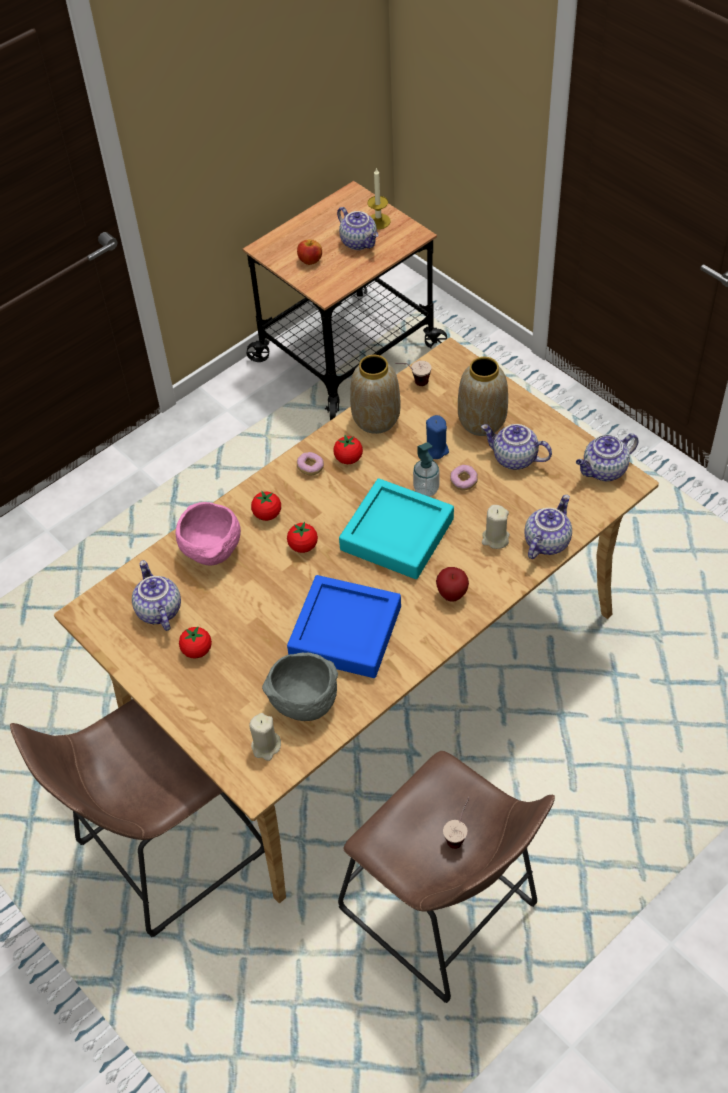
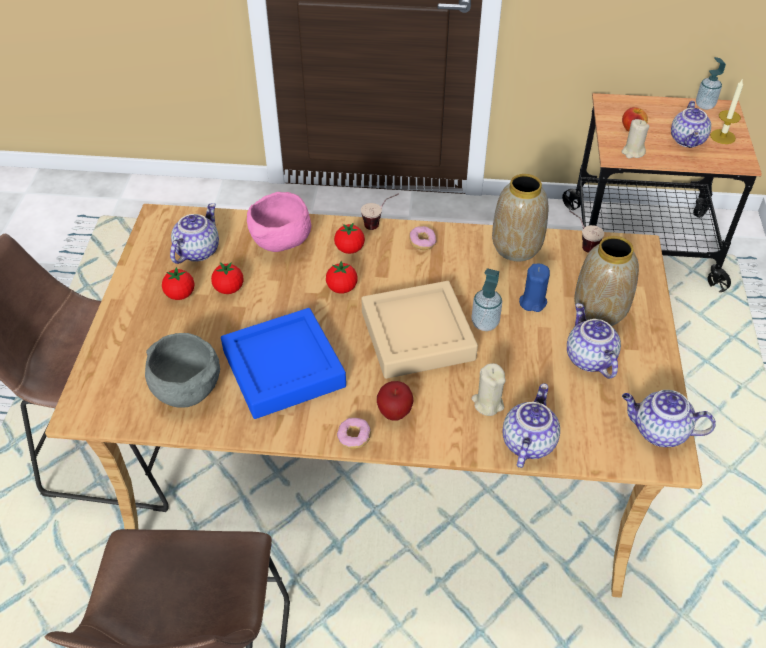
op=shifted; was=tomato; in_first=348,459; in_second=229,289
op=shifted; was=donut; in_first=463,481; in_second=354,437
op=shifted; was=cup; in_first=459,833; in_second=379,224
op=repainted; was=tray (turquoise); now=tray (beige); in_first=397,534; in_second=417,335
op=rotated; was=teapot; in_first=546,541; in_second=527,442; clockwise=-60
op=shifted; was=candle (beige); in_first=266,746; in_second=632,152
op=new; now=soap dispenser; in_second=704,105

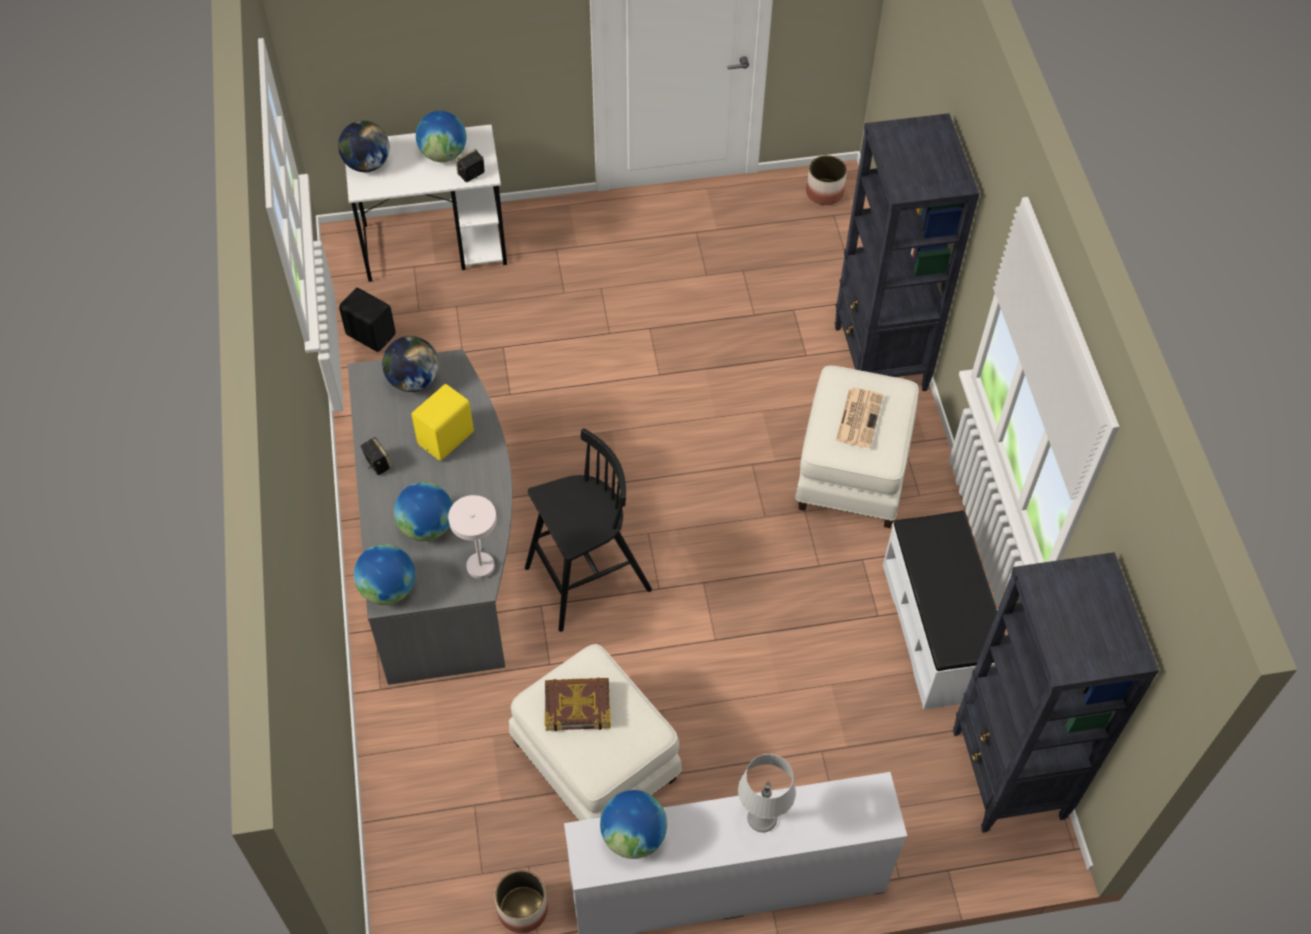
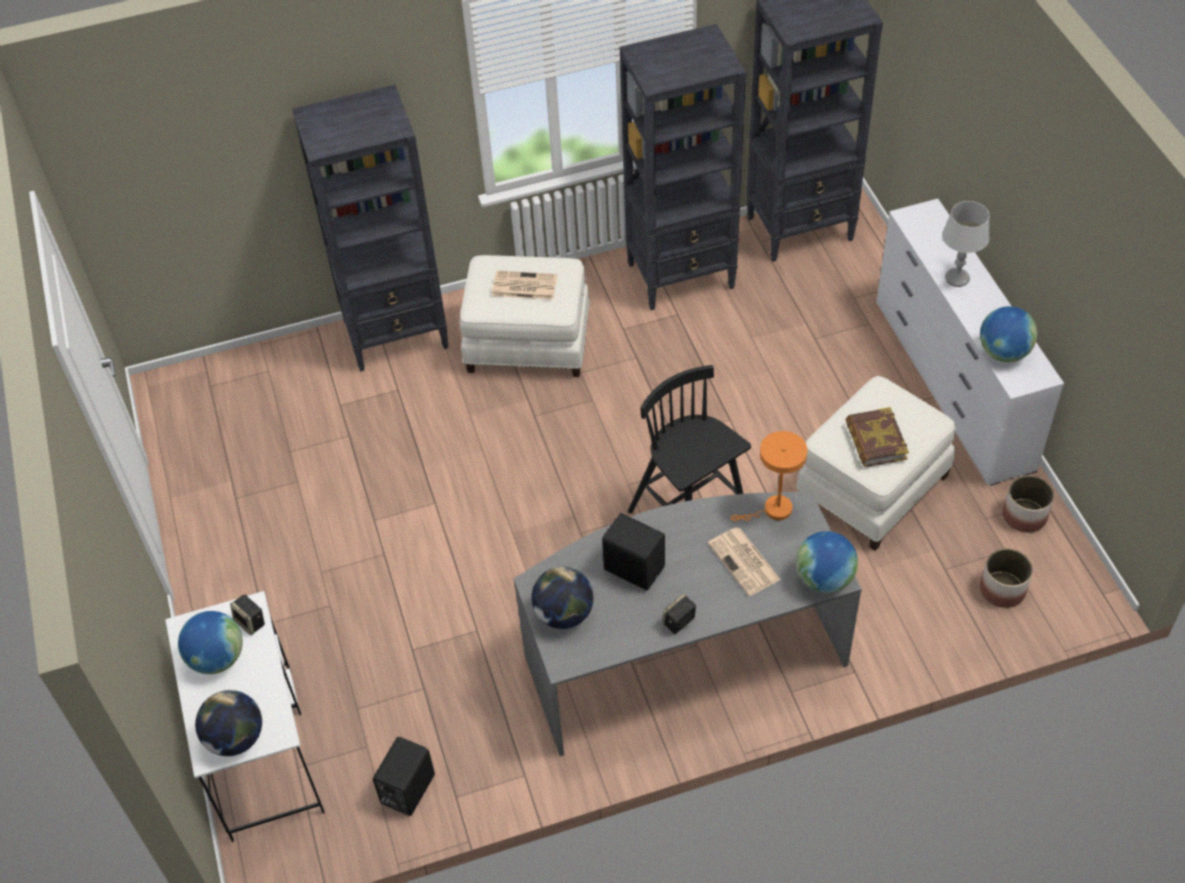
op=repainted; was=speaker (yellow); now=speaker (black); in_first=447,438; in_second=634,567
op=swapped; was=bench (white); now=bookcase (black); in_first=938,630; in_second=682,276
op=swapped; was=globe; now=newspaper; in_first=426,527; in_second=745,562
op=repainted; was=table lamp (white); now=table lamp (orange); in_first=480,562; in_second=773,510
op=shifted; was=planter; in_first=824,192; in_second=1003,589

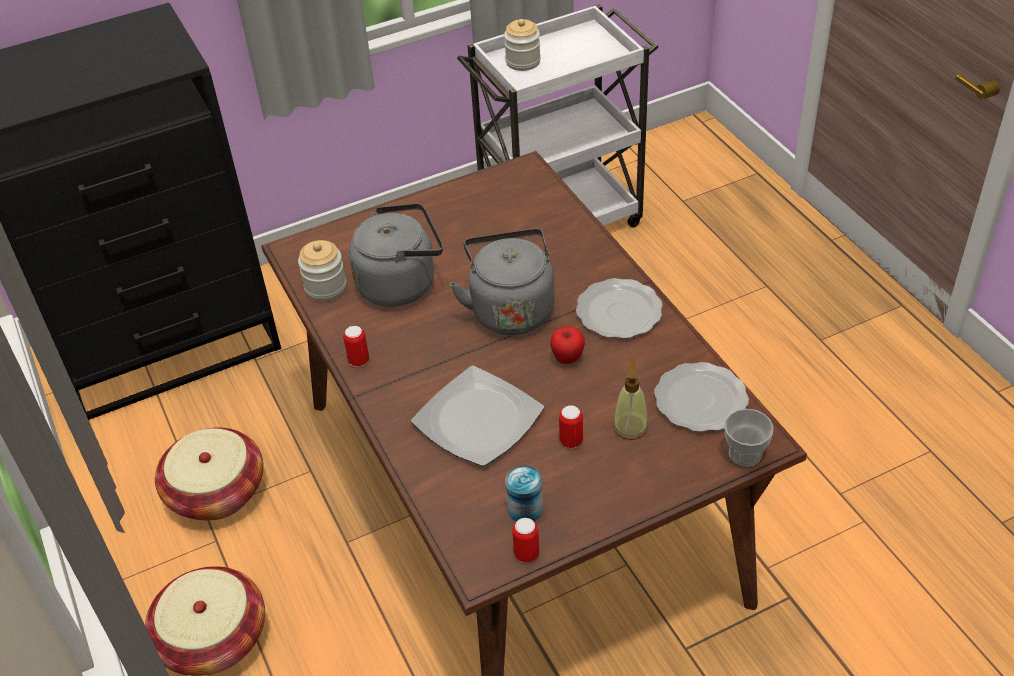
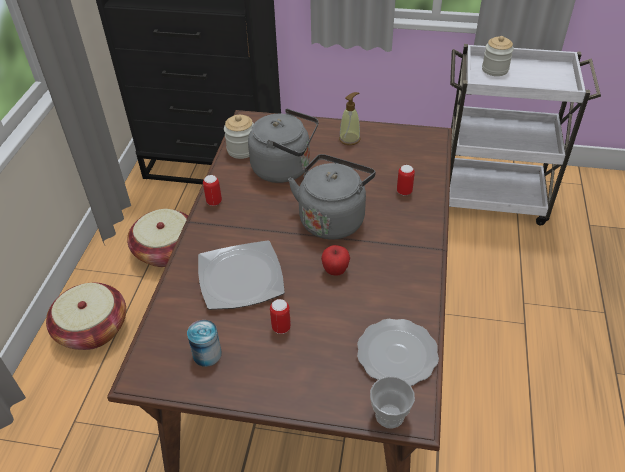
op=shifted; was=soap dispenser; in_first=630,427; in_second=349,139
op=shifted; was=can; in_first=526,554; in_second=404,191
op=gone; was=plate; in_first=619,310

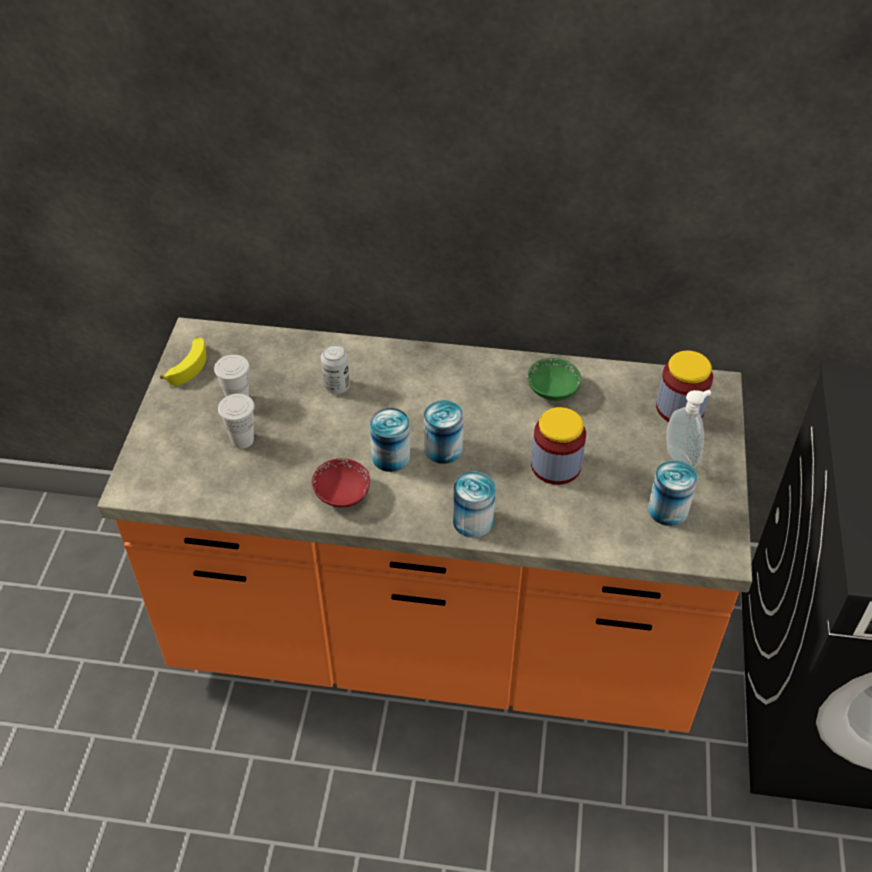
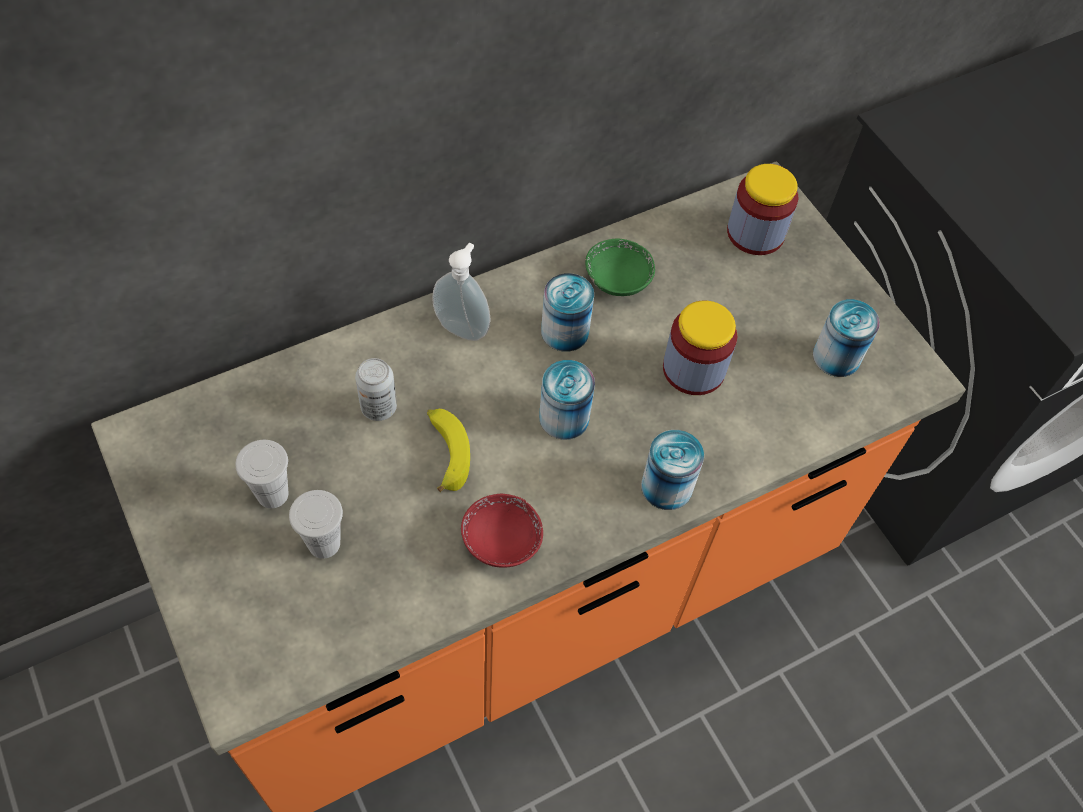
op=shifted; was=banana; in_first=188,365; in_second=446,452
op=shifted; was=soap dispenser; in_first=682,457; in_second=463,327
op=shifted; was=can; in_first=391,457; in_second=565,331

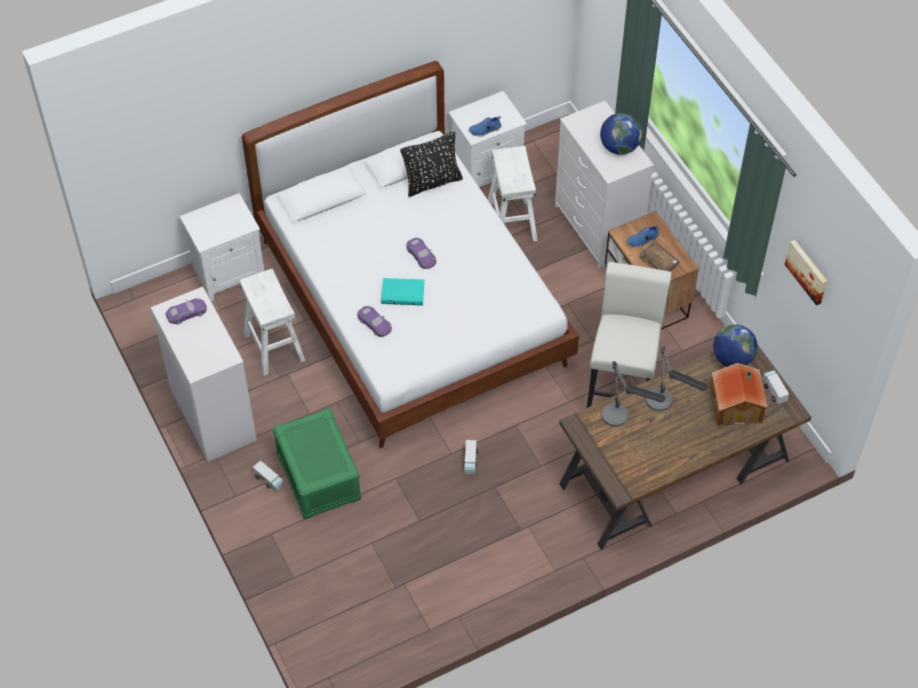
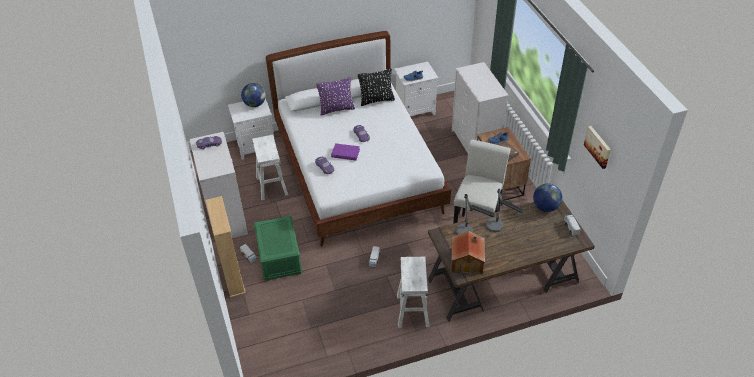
op=new; now=bookcase (beige); in_second=233,277
op=shifted; was=globe; in_first=619,147; in_second=255,104
op=new; now=pillow (purple); in_second=336,109
op=repainted; was=book (turquoise); now=book (purple); in_first=403,292; in_second=346,153
op=shifted; was=stool (white); in_first=512,222; in_second=413,310
op=shifted; was=toy house; in_first=736,404; in_second=467,260

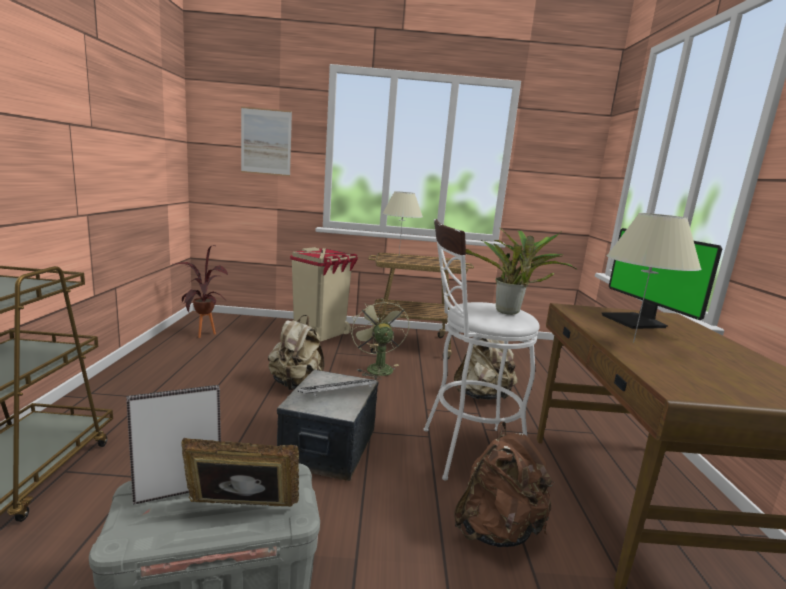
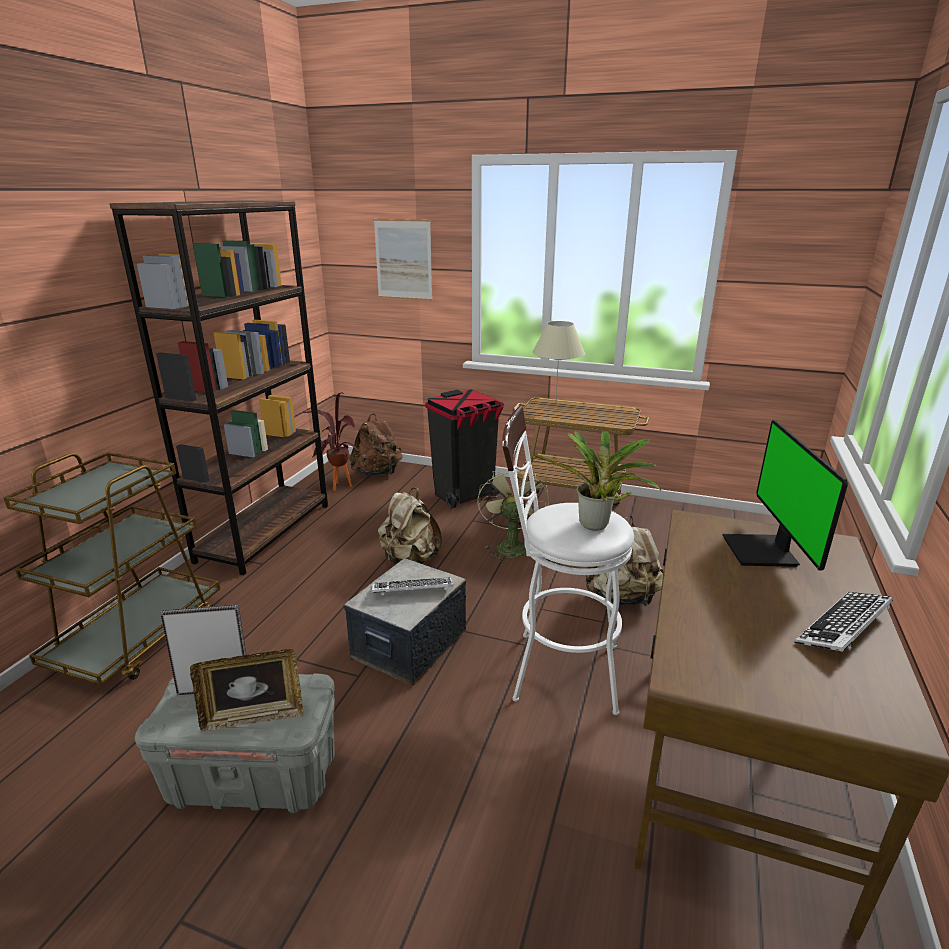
op=new; now=bookcase (brown); in_second=265,532
op=rotated; was=picture frame; in_first=241,511; in_second=254,716; clockwise=150
op=shifted; was=backpack (brown); in_first=497,530; in_second=378,473
op=repainted; was=trash can (beige); now=trash can (black); in_first=320,336; in_second=465,495
op=new; now=keyboard; in_second=843,628
op=gone; was=table lamp (beige); in_first=633,342

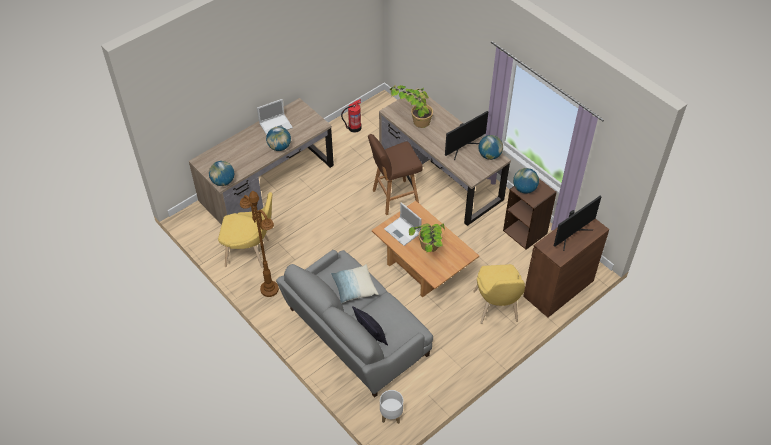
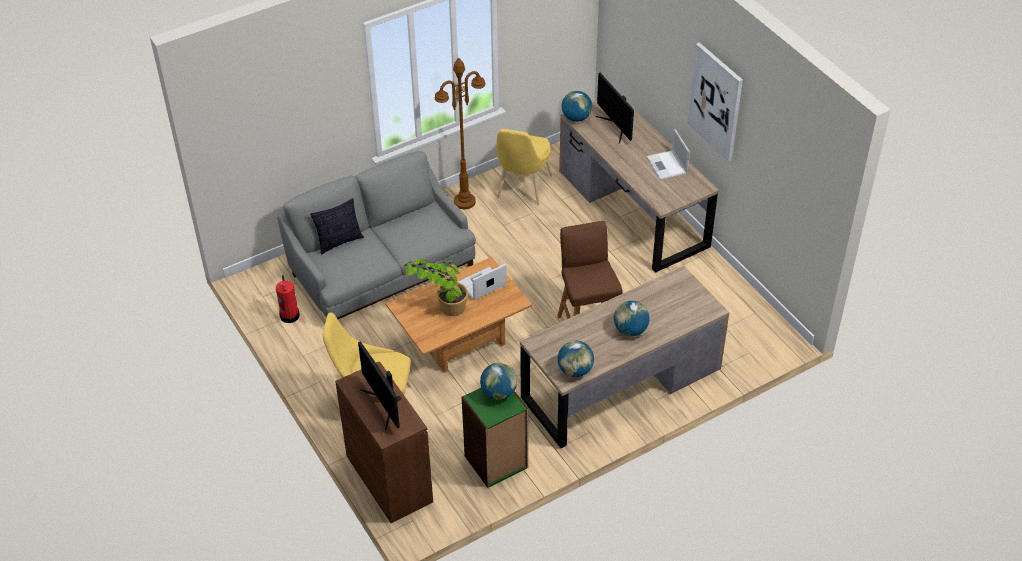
op=shifted; was=fire extinguisher; in_first=354,127; in_second=290,315
op=repainted; was=bookcase (brown); now=bookcase (green); in_first=525,232; in_second=496,462
op=shifted; was=monitor; in_first=463,147; in_second=616,126
op=shifted; was=globe; in_first=279,147; in_second=630,330
op=new; now=picture; in_second=716,101
op=gone; was=pillow; in_first=354,288
op=gone; was=planter (white); in_first=391,415
op=gone; was=potted plant; in_first=413,119

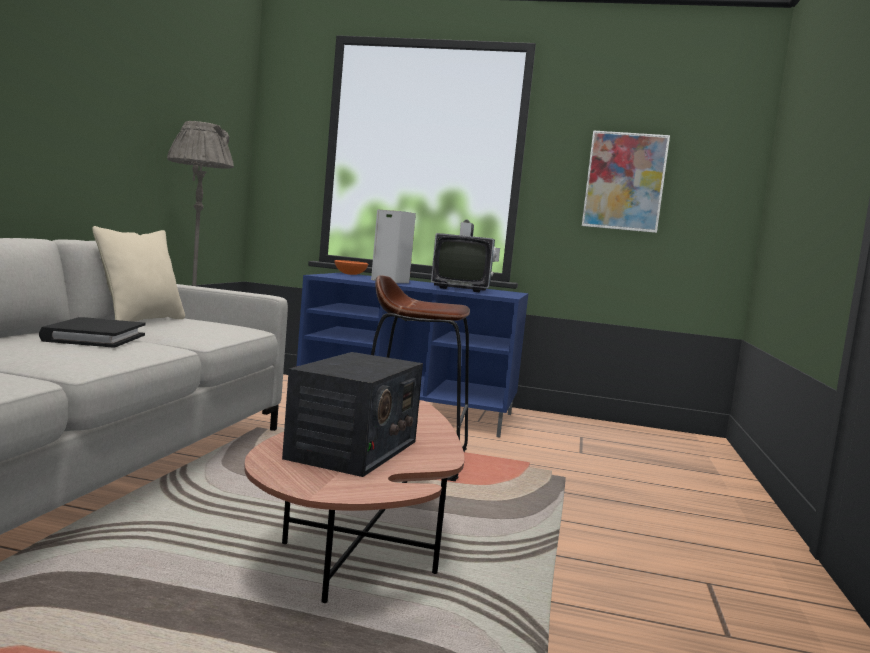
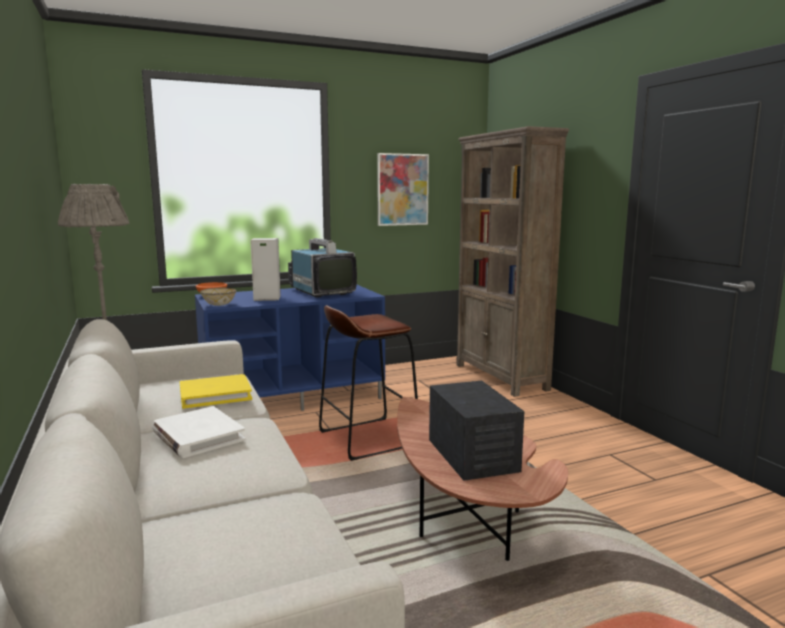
op=repainted; was=book (black); now=book (white); in_first=94,338; in_second=198,436
op=new; now=book (yellow); in_second=215,395
op=new; now=bowl; in_second=219,304
op=new; now=bookcase (brown); in_second=500,377
op=gone; was=pillow (beige); in_first=141,320

